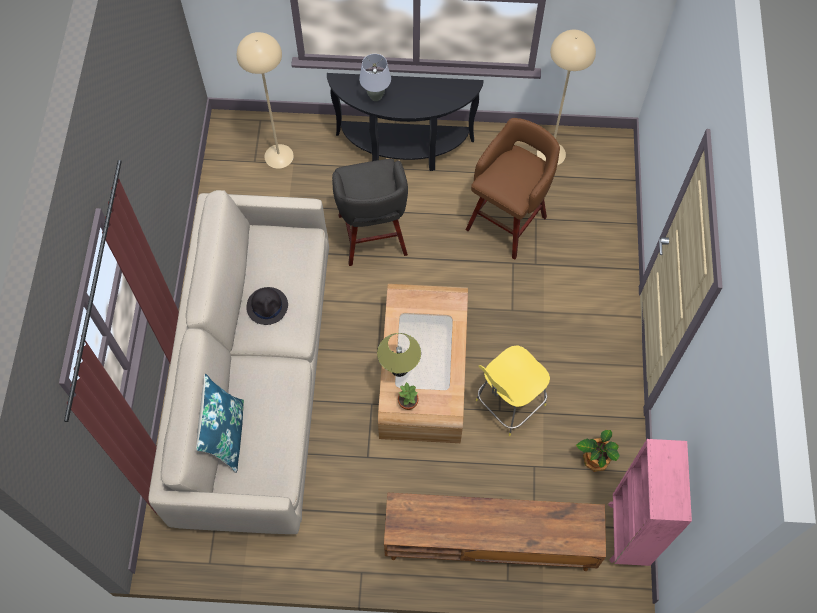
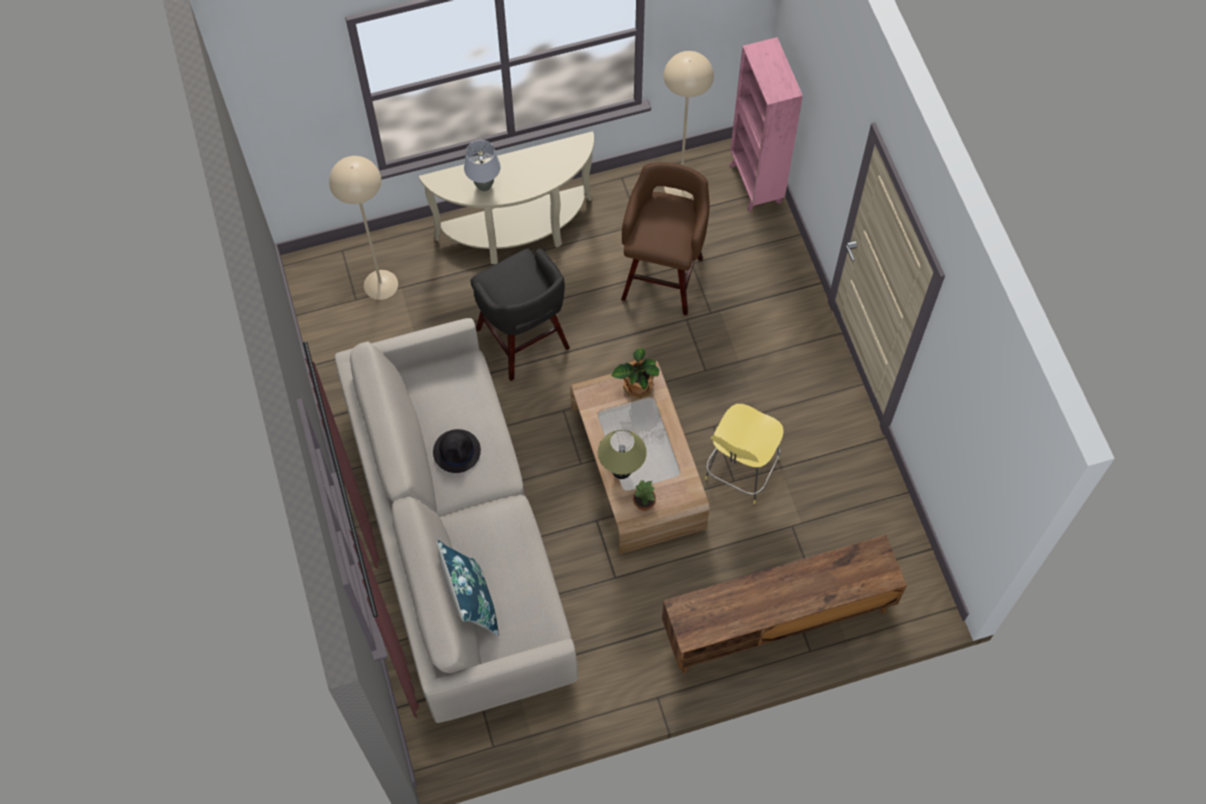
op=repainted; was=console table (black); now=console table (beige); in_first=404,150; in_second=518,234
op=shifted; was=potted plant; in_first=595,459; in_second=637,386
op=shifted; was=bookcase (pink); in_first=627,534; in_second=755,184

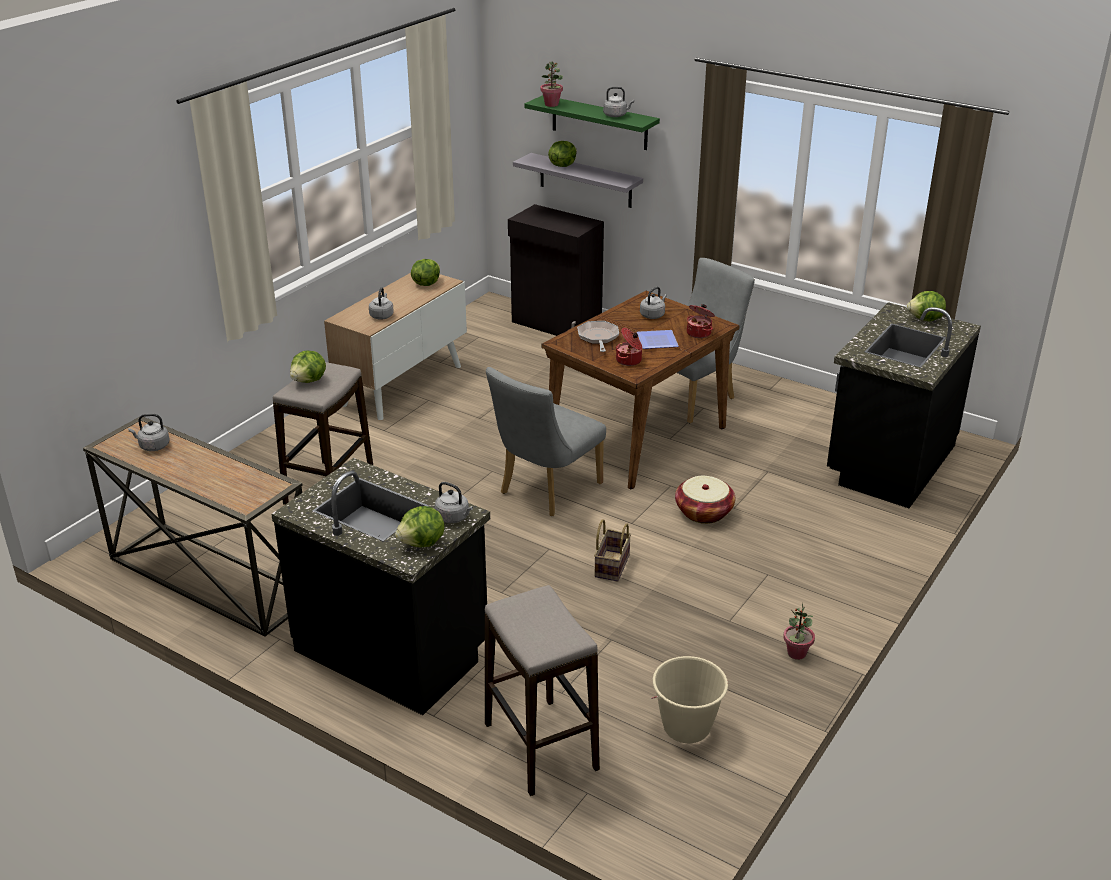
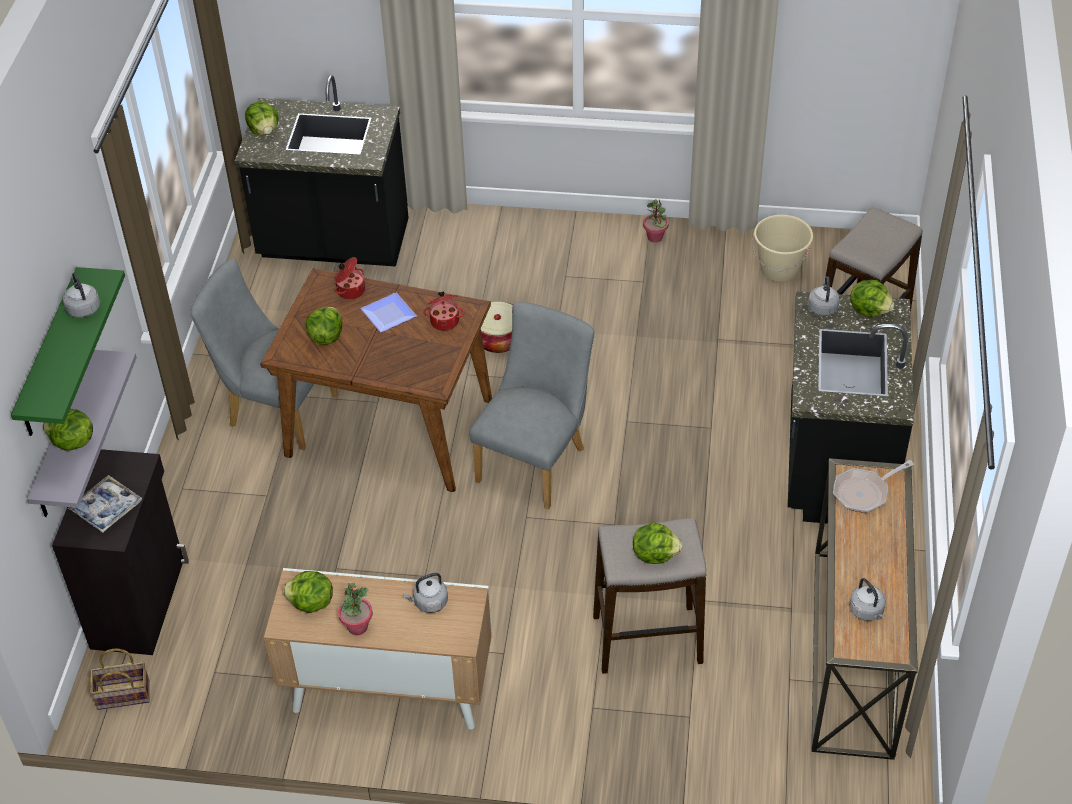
op=new; now=tray; in_second=107,508
op=shifted; was=basket; in_first=611,565; in_second=122,696
op=swapped; was=kettle (grey); now=lettuce; in_first=653,315; in_second=326,336
op=shifted; was=potted plant; in_first=551,104; in_second=357,626
op=rotated; was=chair (grey); in_first=545,491; in_second=536,460; clockwise=-75
op=shifted; was=frying pan; in_first=598,338; in_second=864,492

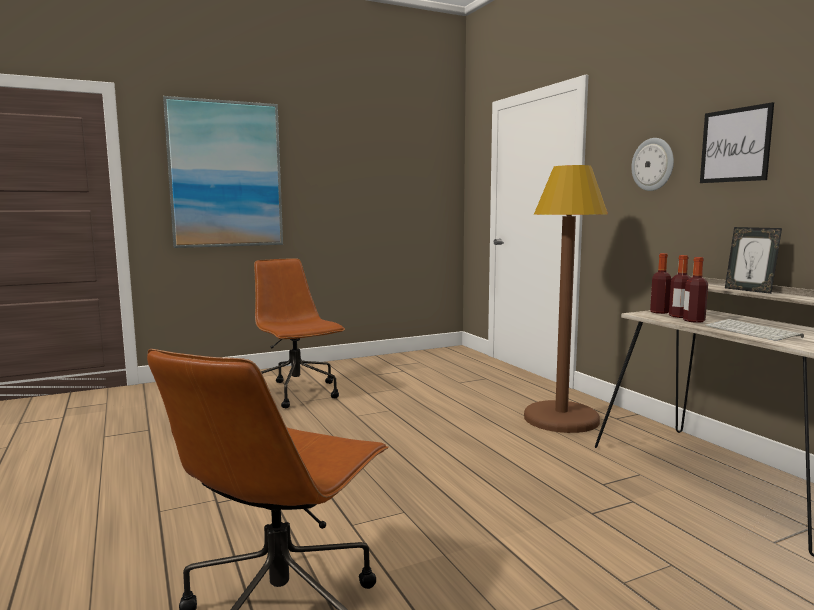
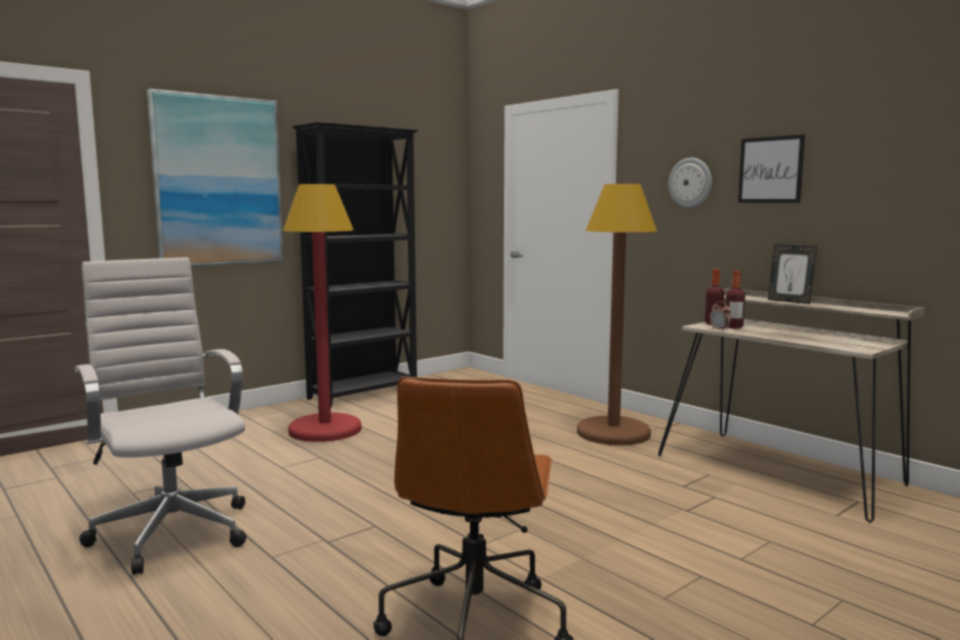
op=new; now=office chair (white); in_second=171,531
op=swapped; was=office chair (brown); now=floor lamp (red); in_first=297,393; in_second=325,430
op=new; now=bookcase (black); in_second=364,394
op=new; now=alarm clock; in_second=719,330
op=gone; was=bottle; in_first=694,321
op=gone; was=keyboard; in_first=753,331

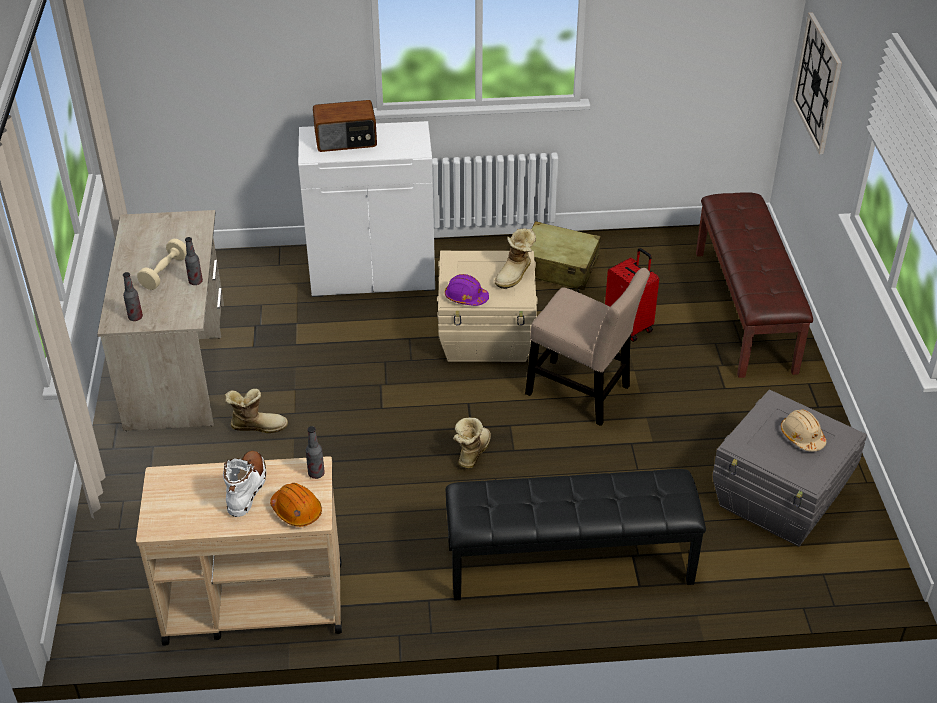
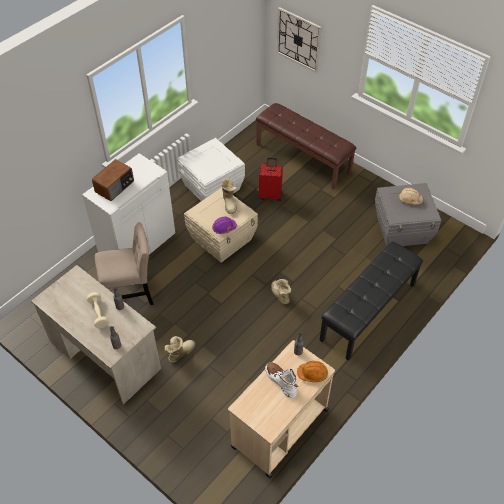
op=shifted; was=chair (beige); in_first=582,393; in_second=130,294
op=swapped; was=suitcase (beige); now=storage box (white); in_first=557,267; in_second=211,187

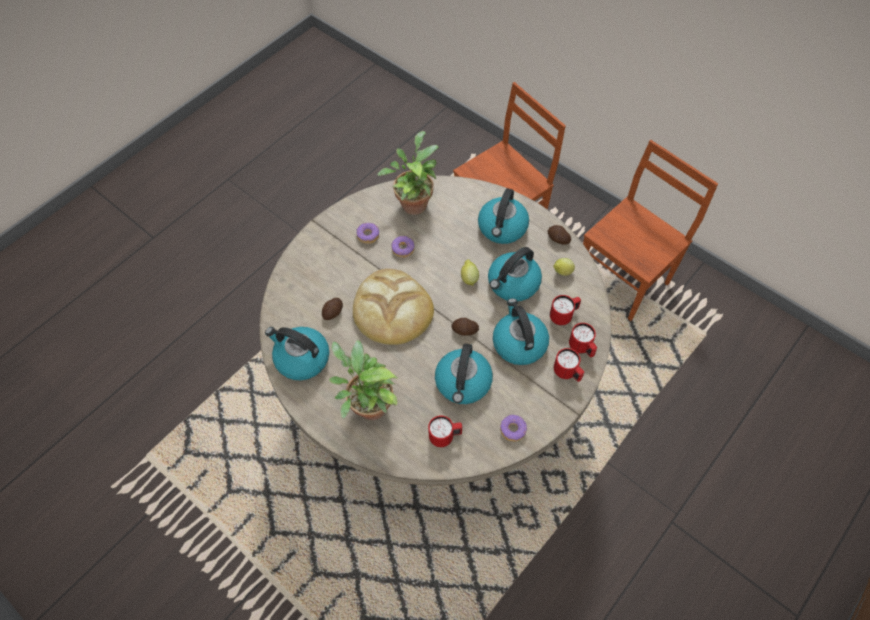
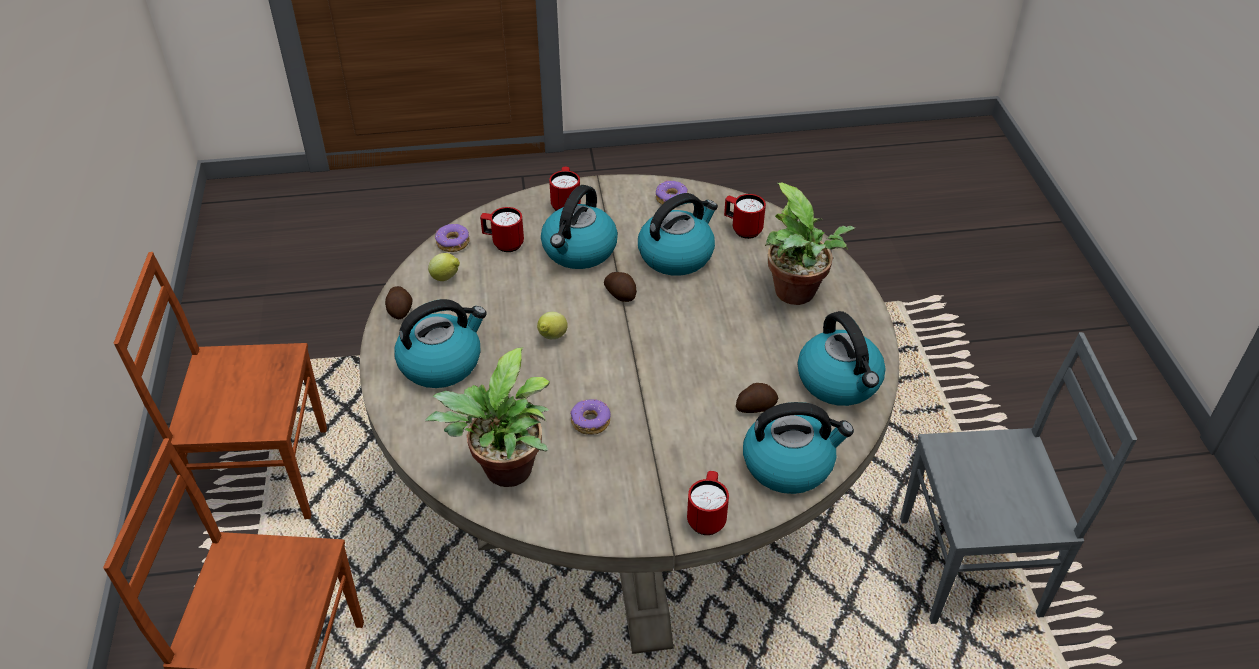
op=shifted; was=donut; in_first=368,235; in_second=453,243
op=shifted; was=mug (red); in_first=582,348; in_second=707,517
op=shifted; was=kettle; in_first=513,284; in_second=789,464
op=new; now=chair (grey); in_second=972,568
op=gone; was=bread; in_first=392,309

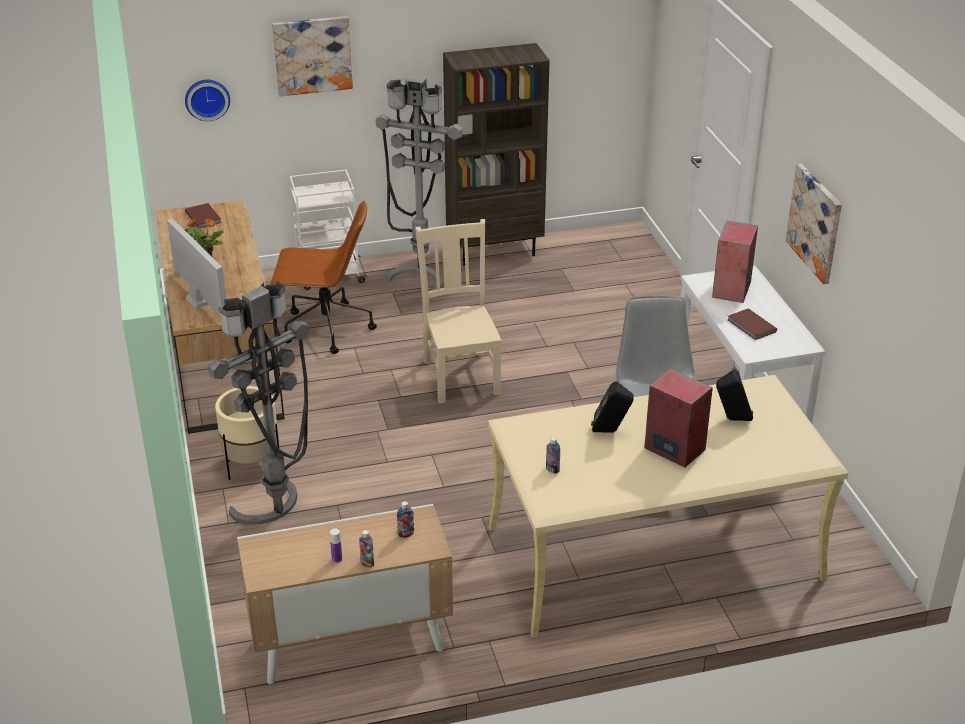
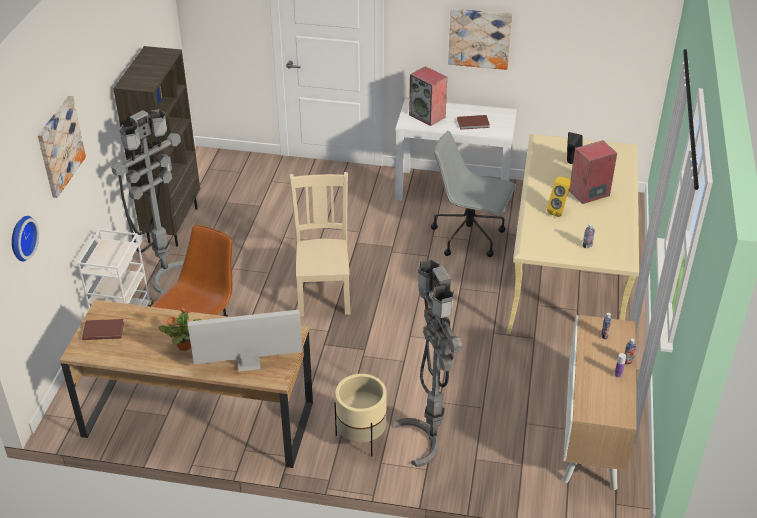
op=rotated; was=chair (beige); in_first=461,375; in_second=323,292; clockwise=75
op=repainted; was=speaker (black); now=speaker (yellow); in_first=610,431; in_second=558,211

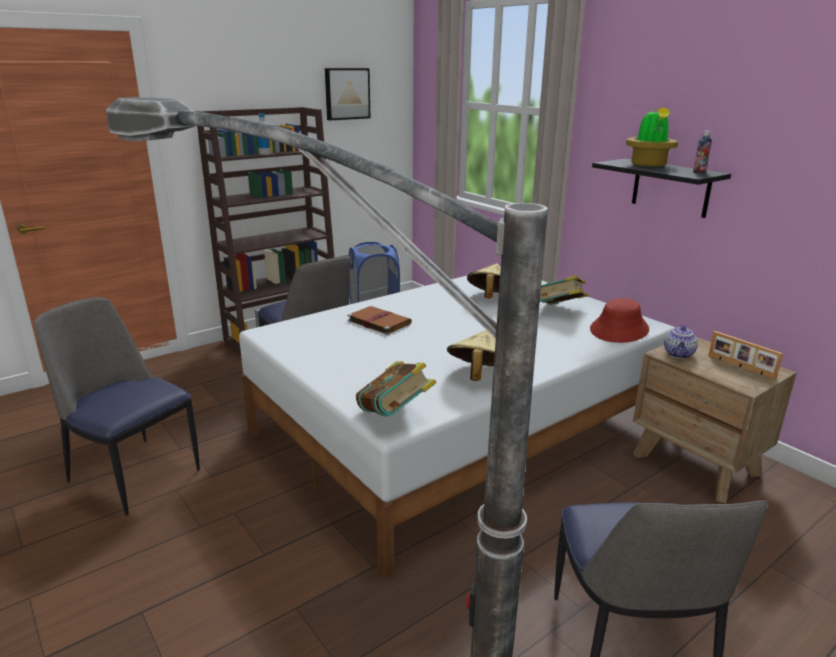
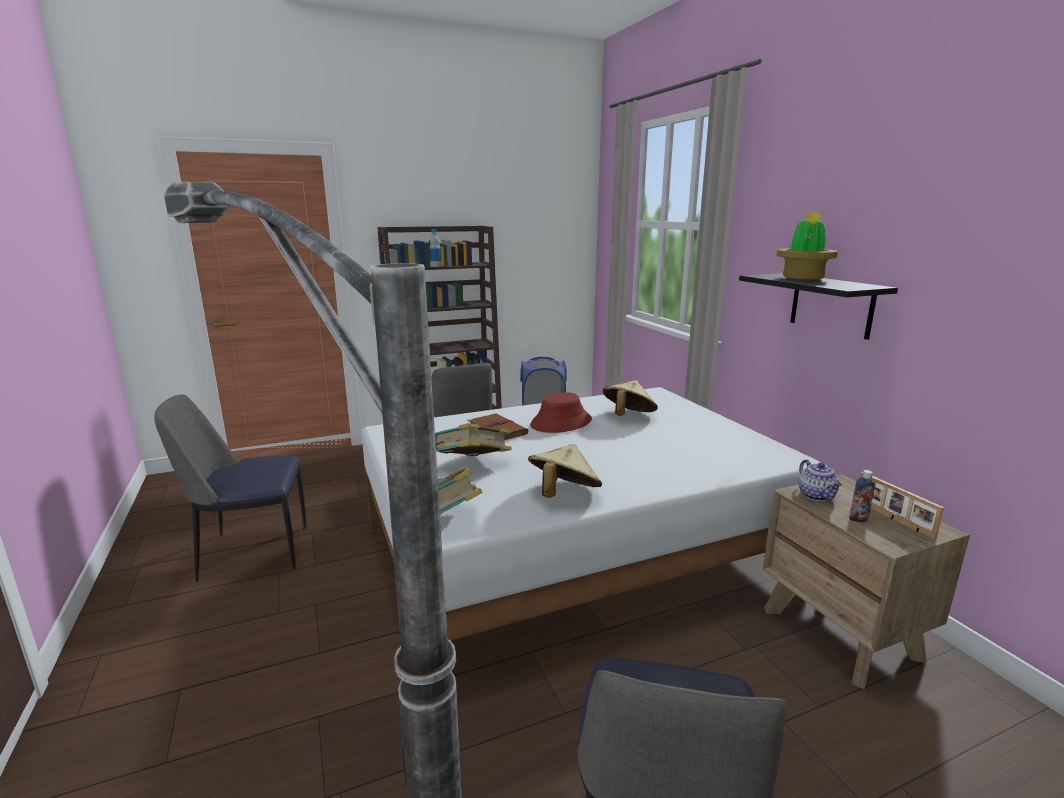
op=rotated; was=chair; in_first=133,474; in_second=251,552; clockwise=-60
op=shifted; was=book; in_first=560,311; in_second=472,466
op=shifted; was=hat (red); in_first=619,330; in_second=561,422
op=rotated; was=teapot; in_first=679,354; in_second=817,496; clockwise=-45
op=shifted; was=bottle; in_first=699,172; in_second=858,519
op=gone; was=picture; in_first=346,93

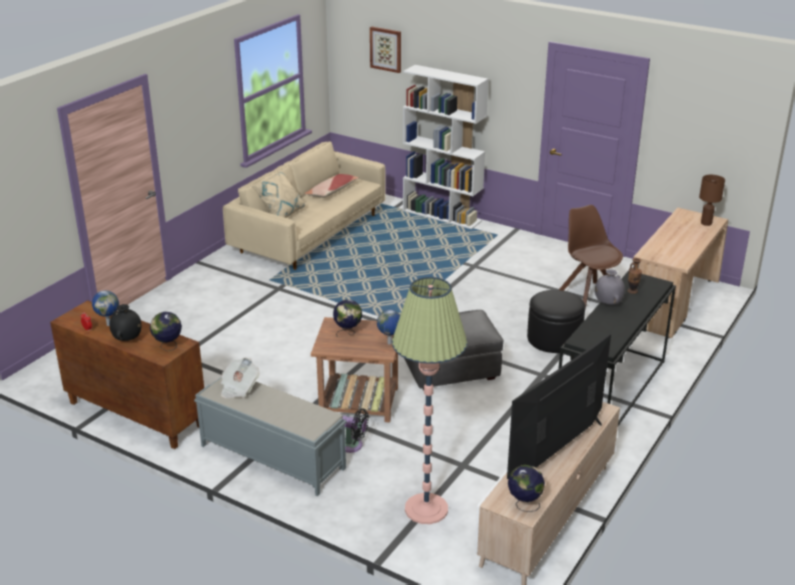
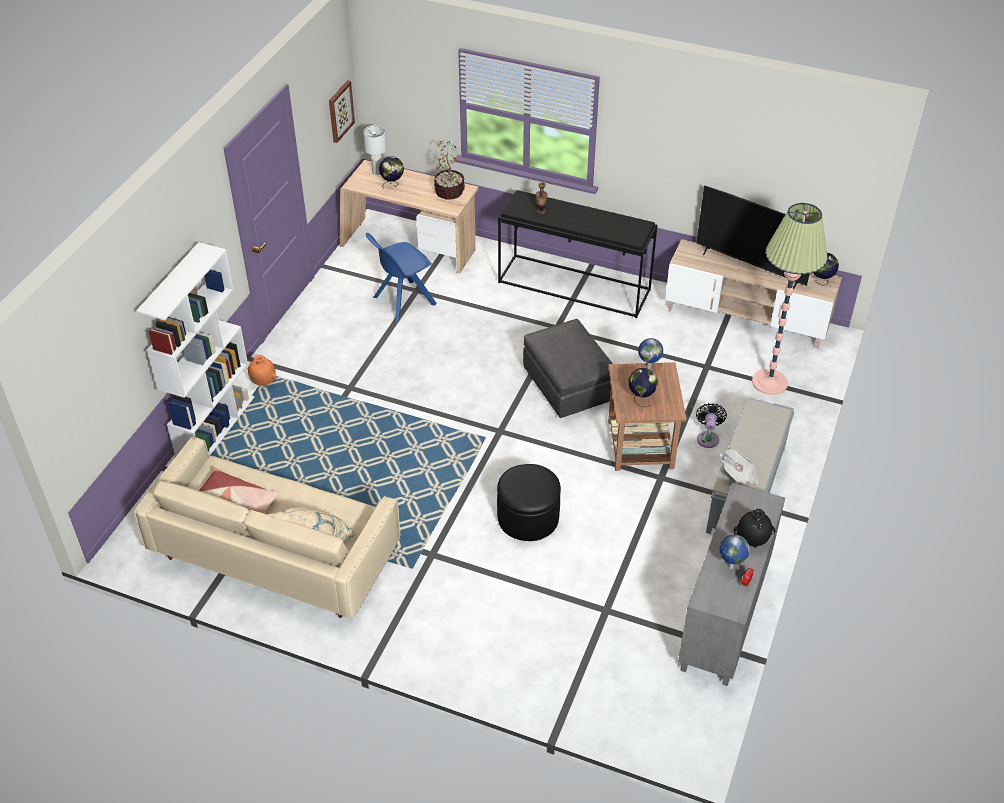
op=new; now=vase (orange); in_second=263,382
op=shifted; was=picture; in_first=386,49; in_second=340,111
op=repainted; was=table lamp (brown); now=table lamp (white); in_first=706,223; in_second=377,172
op=repainted; was=chair (brown); now=chair (blue); in_first=588,295; in_second=402,301
op=shifted; was=globe; in_first=168,347; in_second=392,184
op=new; now=potted plant; in_second=449,191
op=shifted; was=ottoman (black); in_first=554,339; in_second=528,517
op=repainted; was=cabinet (brown); now=cabinet (grey); in_first=135,414; in_second=725,617
op=gone; was=vase (grey); in_first=608,303

